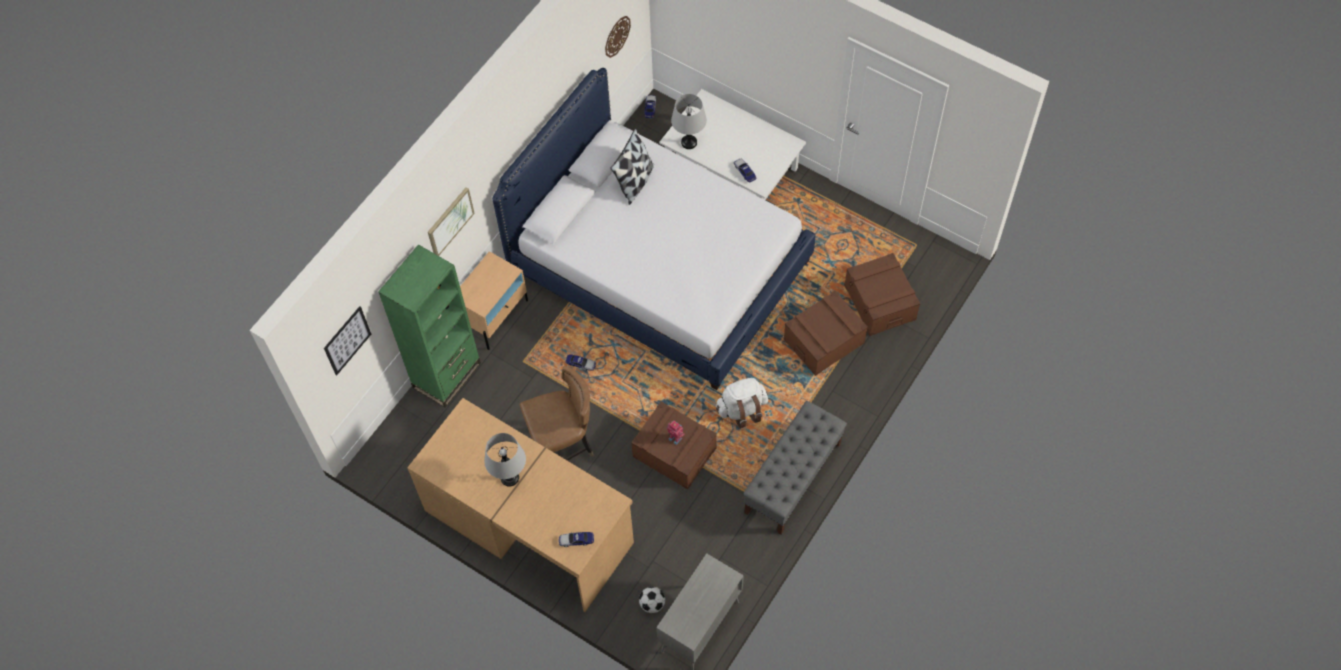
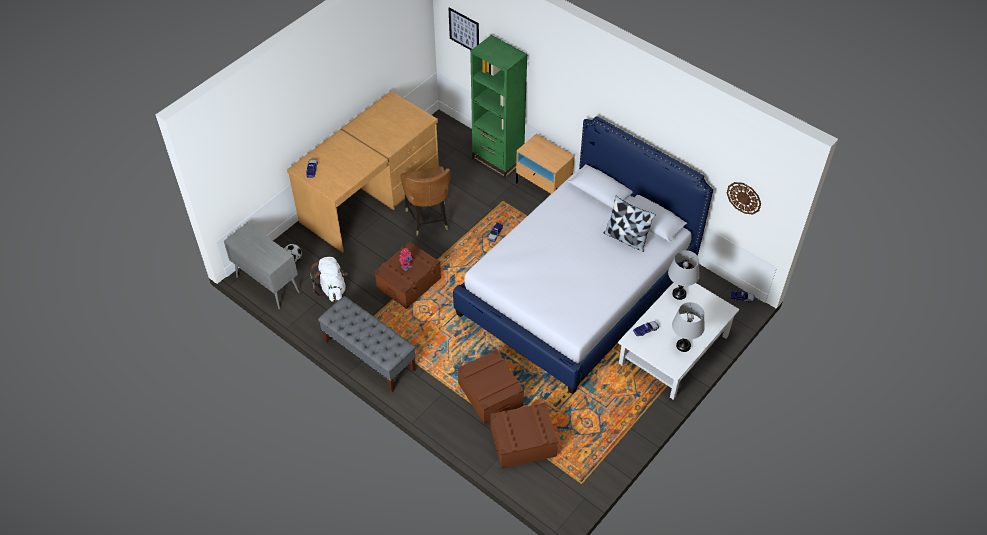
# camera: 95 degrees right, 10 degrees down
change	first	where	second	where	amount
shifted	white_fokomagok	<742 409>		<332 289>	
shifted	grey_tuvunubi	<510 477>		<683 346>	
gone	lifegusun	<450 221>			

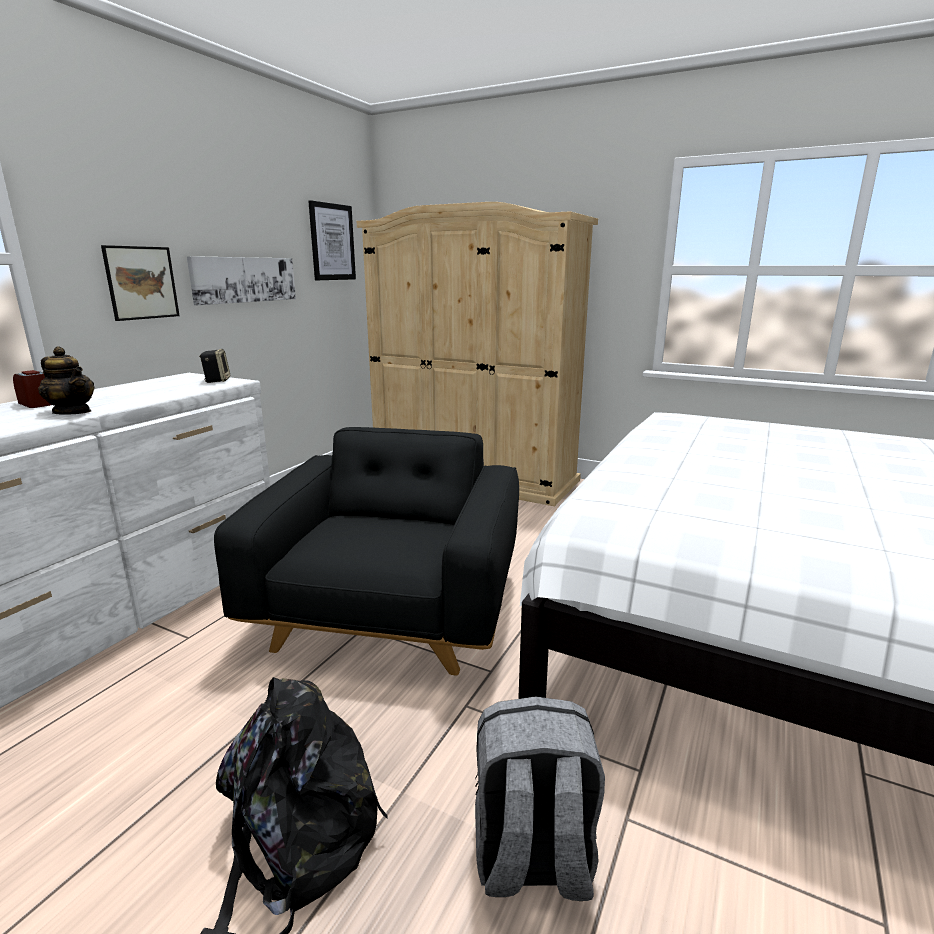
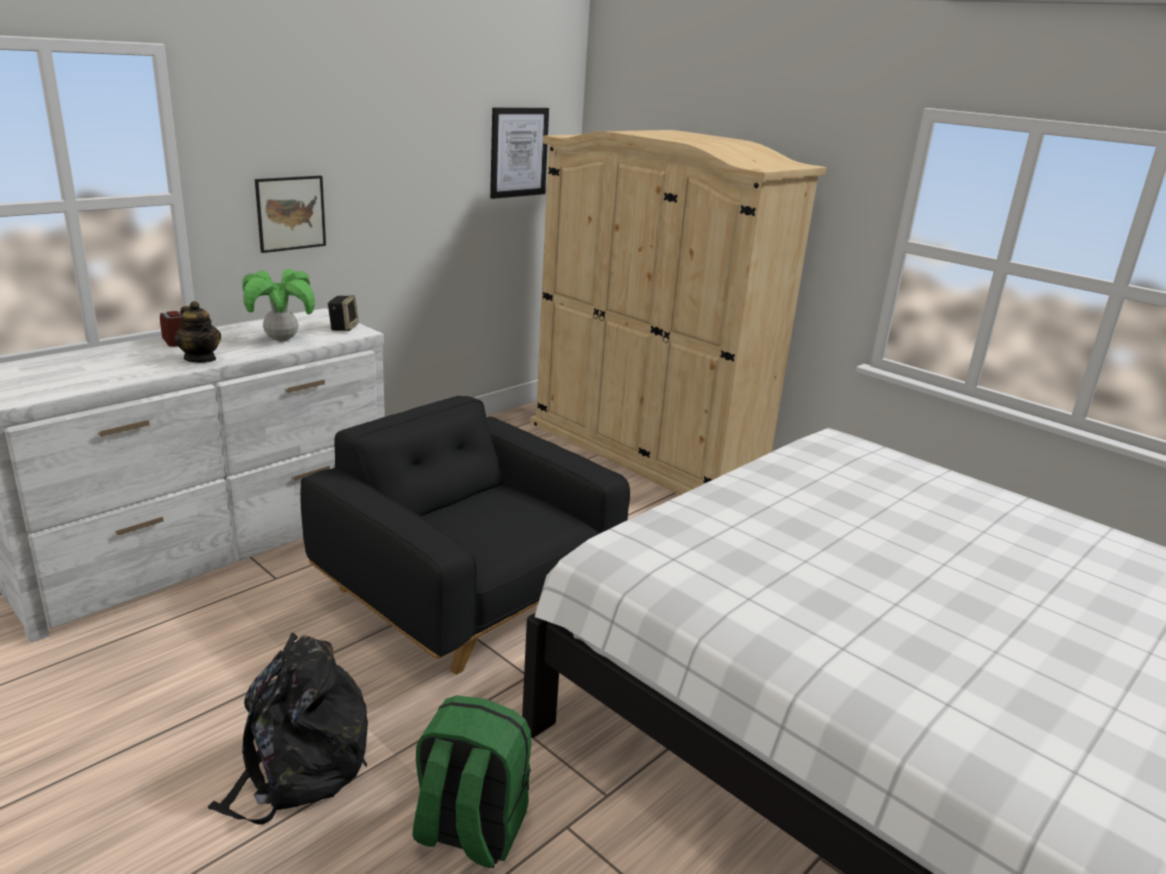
# camera: 15 degrees right, 5 degrees up
change	first	where	second	where	amount
new			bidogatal	<282 339>	
rotated	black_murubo	<390 610>		<467 593>	75 degrees counterclockwise
repainted	grey_fokomagok	<532 859>	green_fokomagok	<469 831>	
gone	lifegusun	<244 279>			

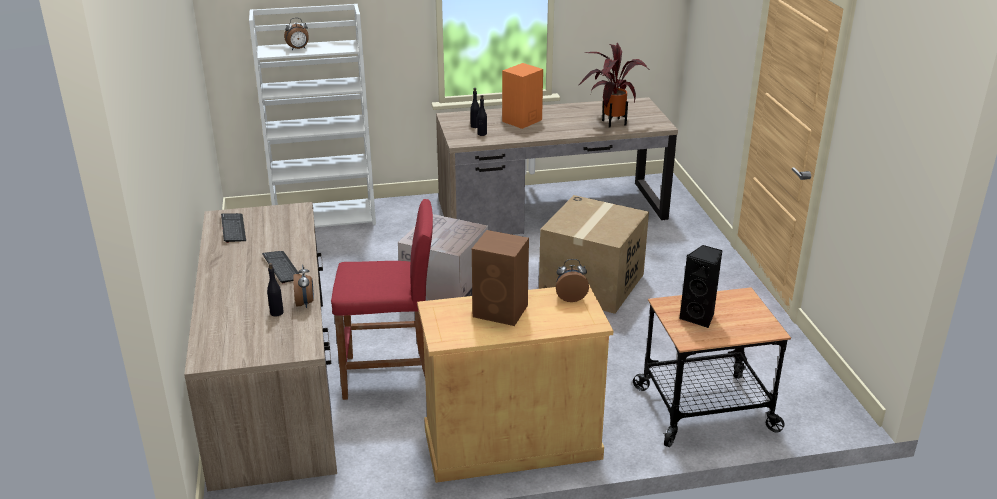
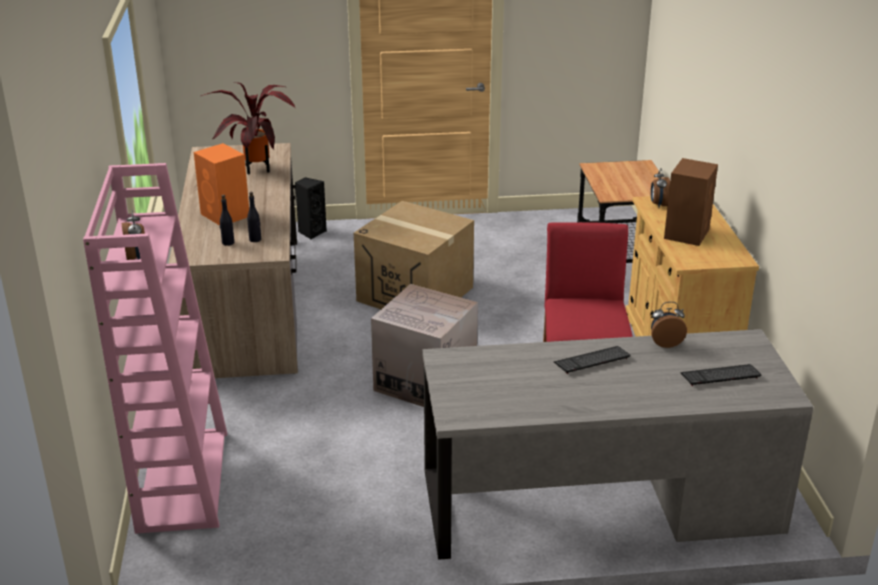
# camera: 85 degrees left, 0 degrees up
change	first	where	second	where	amount
repainted	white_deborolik	<325 216>	pink_deborolik	<182 479>	
shifted	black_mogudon	<699 317>		<311 232>	
repainted	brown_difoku	<273 385>	grey_difoku	<599 502>	
shifted	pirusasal	<233 228>		<720 376>	
gone	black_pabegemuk	<276 312>			

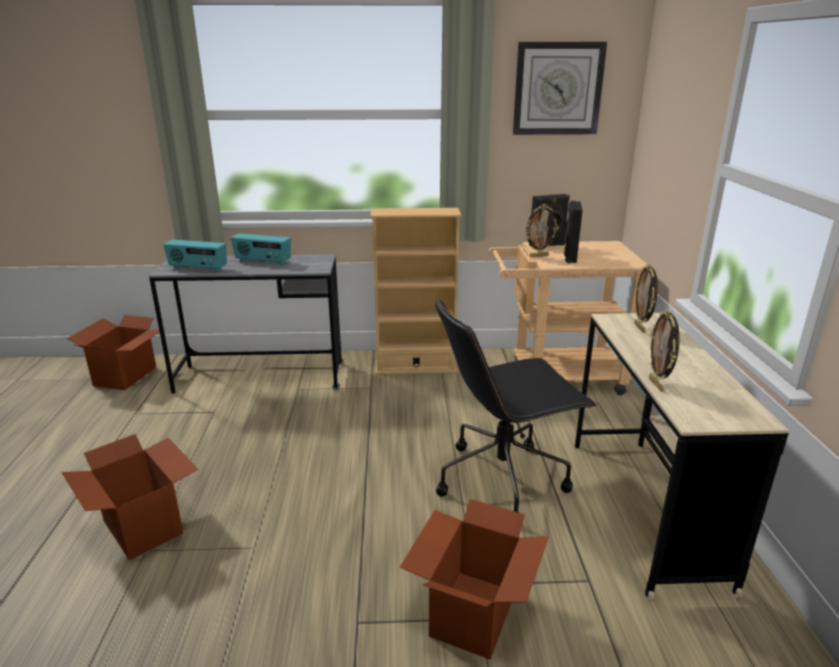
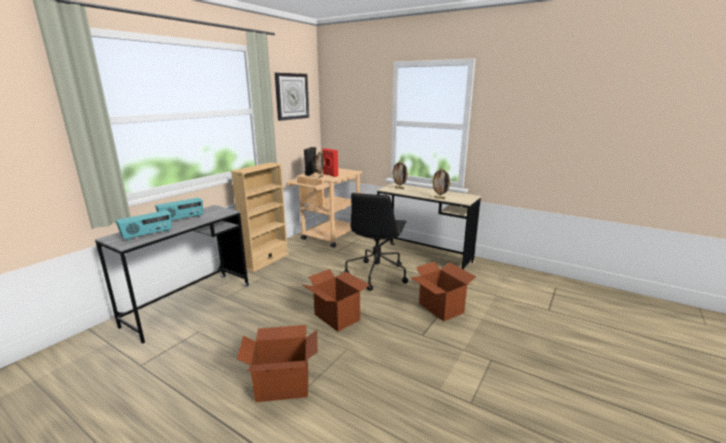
# camera: 55 degrees left, 5 degrees down
change	first	where	second	where	amount
shifted	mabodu	<126 376>		<337 317>	
repainted	black_mogudon	<569 257>	red_mogudon	<330 175>	

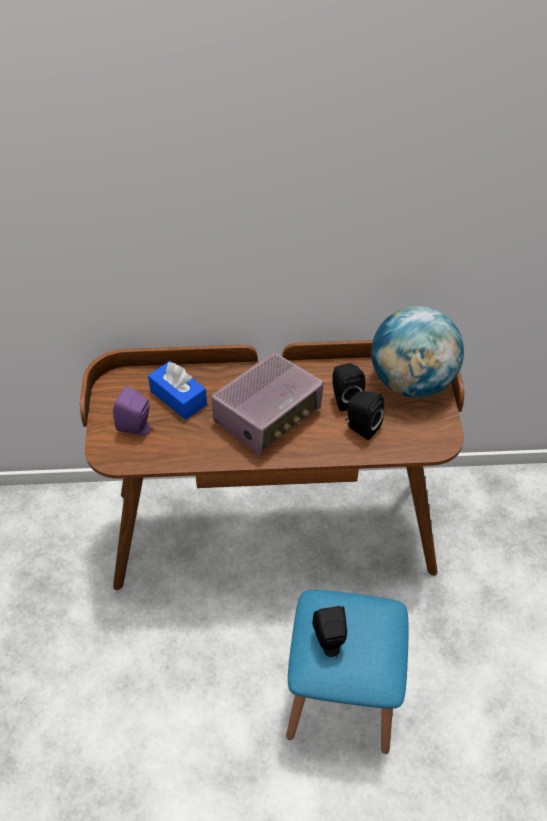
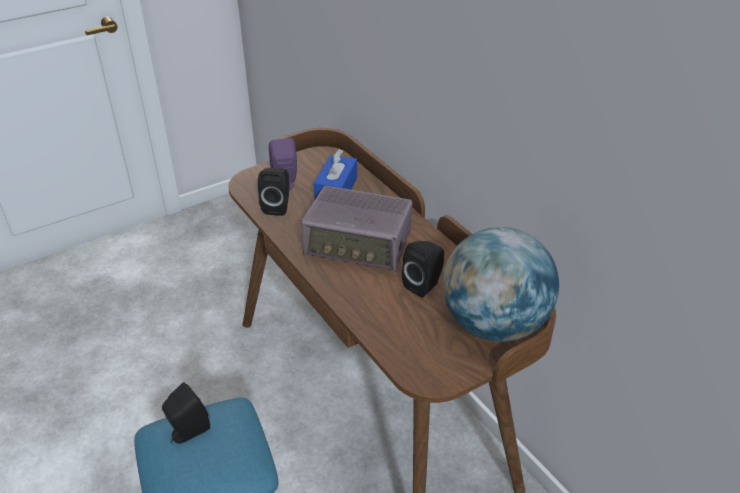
# camera: 60 degrees right, 10 degrees down
change	first	where	second	where	amount
shifted	black_mogudon	<361 428>		<277 206>	

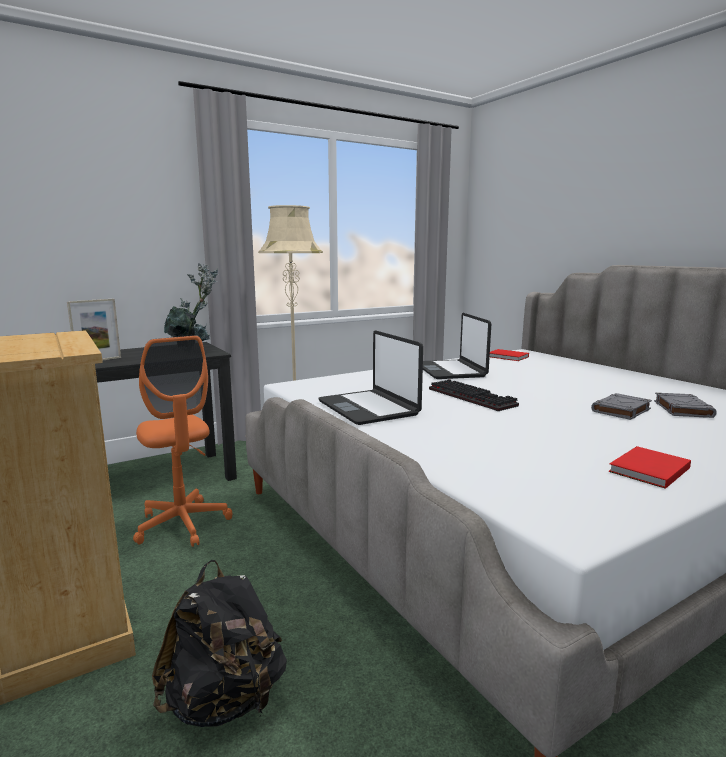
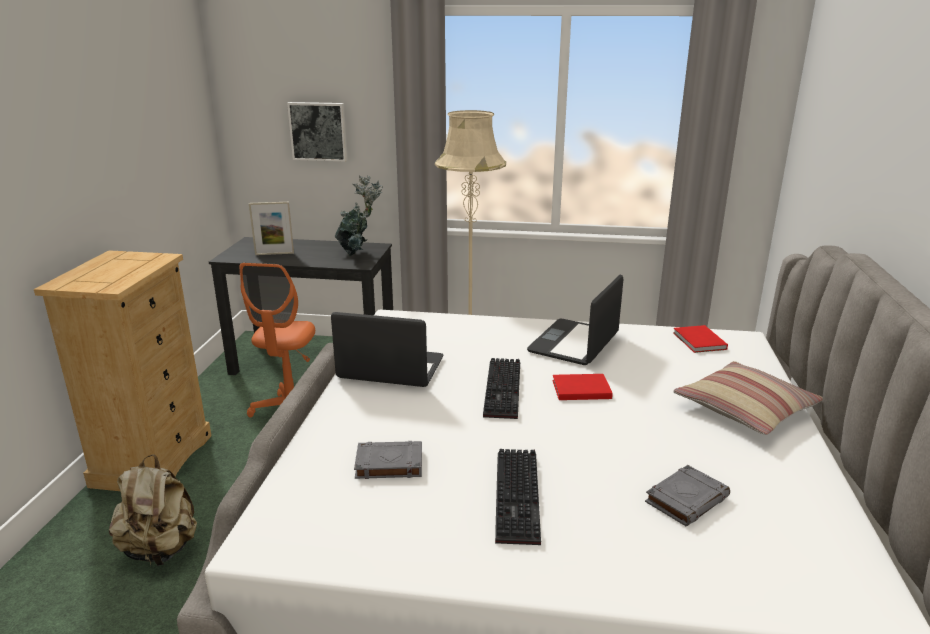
# camera: 40 degrees right, 10 degrees up
change	first	where	second	where	amount
repainted	black_fokomagok	<224 701>	beige_fokomagok	<161 549>	
new			lifegusun	<319 131>	
rotated	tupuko	<369 408>		<390 369>	90 degrees clockwise
shifted	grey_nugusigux	<621 410>		<388 464>	
new			pirusasal	<520 498>	
shifted	red_nugusigux	<647 470>		<579 389>	
new			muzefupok	<745 409>	

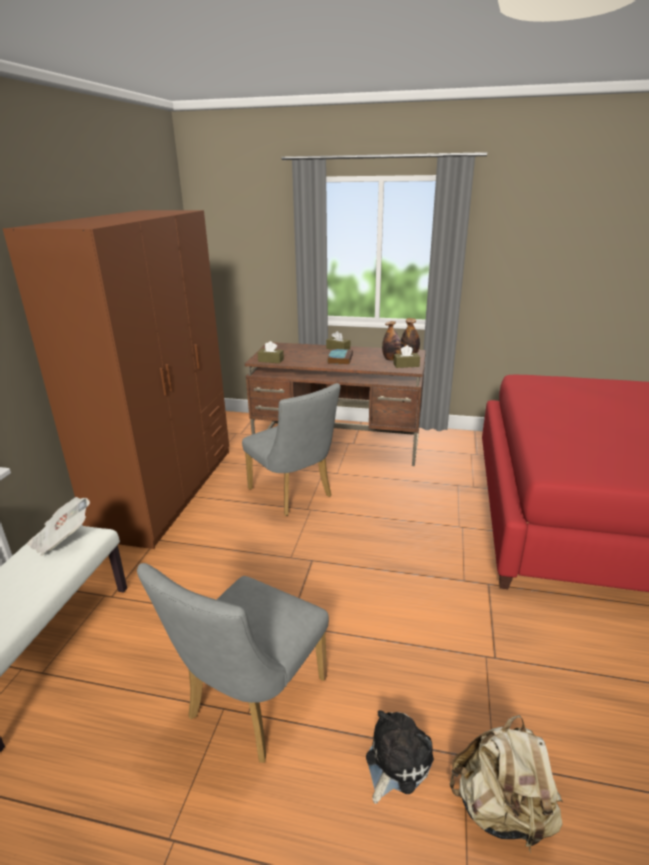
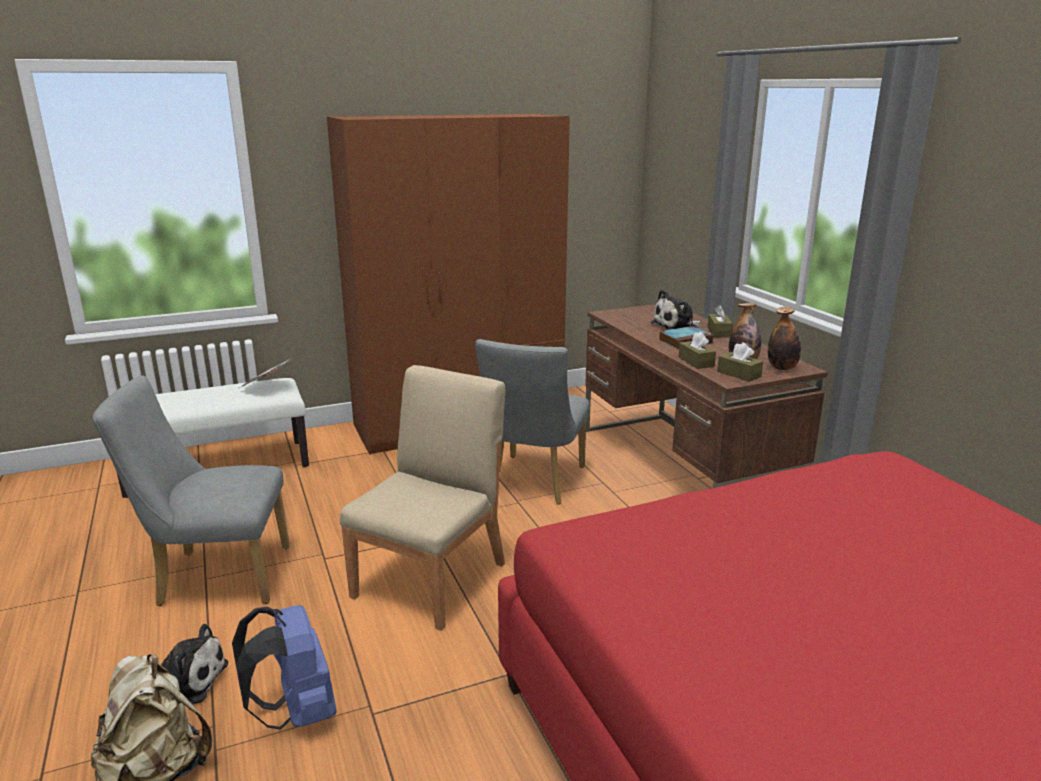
# camera: 55 degrees right, 5 degrees down
change	first	where	second	where	amount
new			blue_fokomagok	<296 712>	
new			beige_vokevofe	<432 579>	
new			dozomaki	<677 326>	
shifted	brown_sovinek	<271 360>		<696 362>	

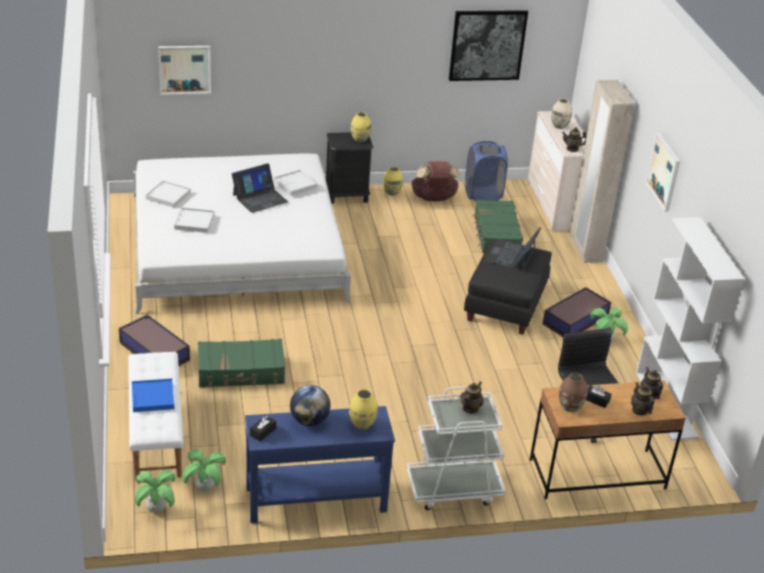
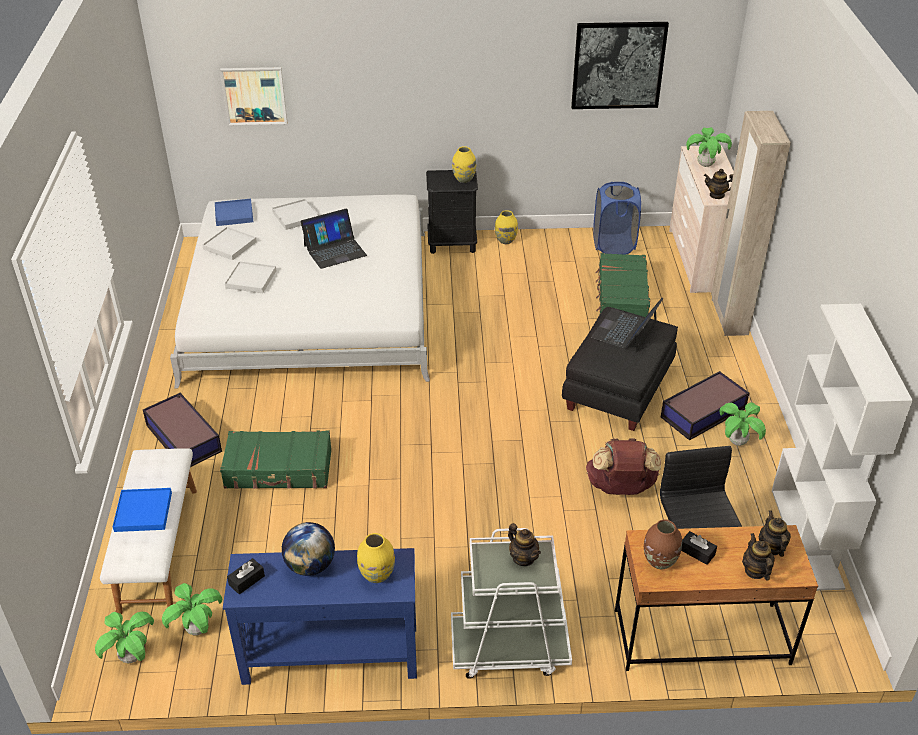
# camera: 10 degrees right, 5 degrees up
change	first	where	second	where	amount
new			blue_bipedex	<234 214>	
shifted	white_bipedex	<295 184>		<295 216>	
rotated	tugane	<470 408>		<523 558>	105 degrees clockwise
shifted	brown_fokomagok	<433 199>		<620 488>	
swapped	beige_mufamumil	<559 126>	bidogatal	<705 165>	
gone	lifegusun	<664 172>			

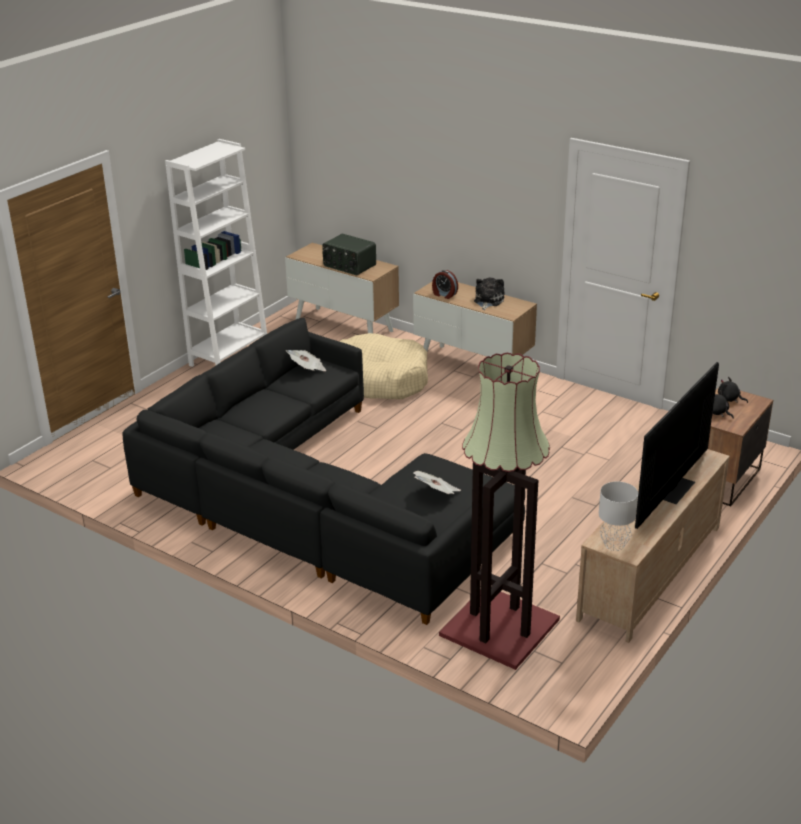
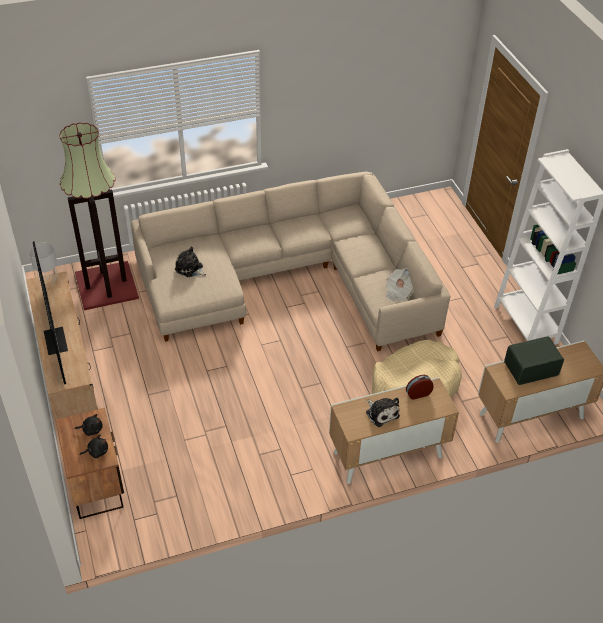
# camera: 125 degrees right, 15 degrees up
change	first	where	second	where	amount
repainted	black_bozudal	<315 501>	beige_bozudal	<290 278>	
swapped	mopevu	<437 493>	dozomaki	<190 269>	

